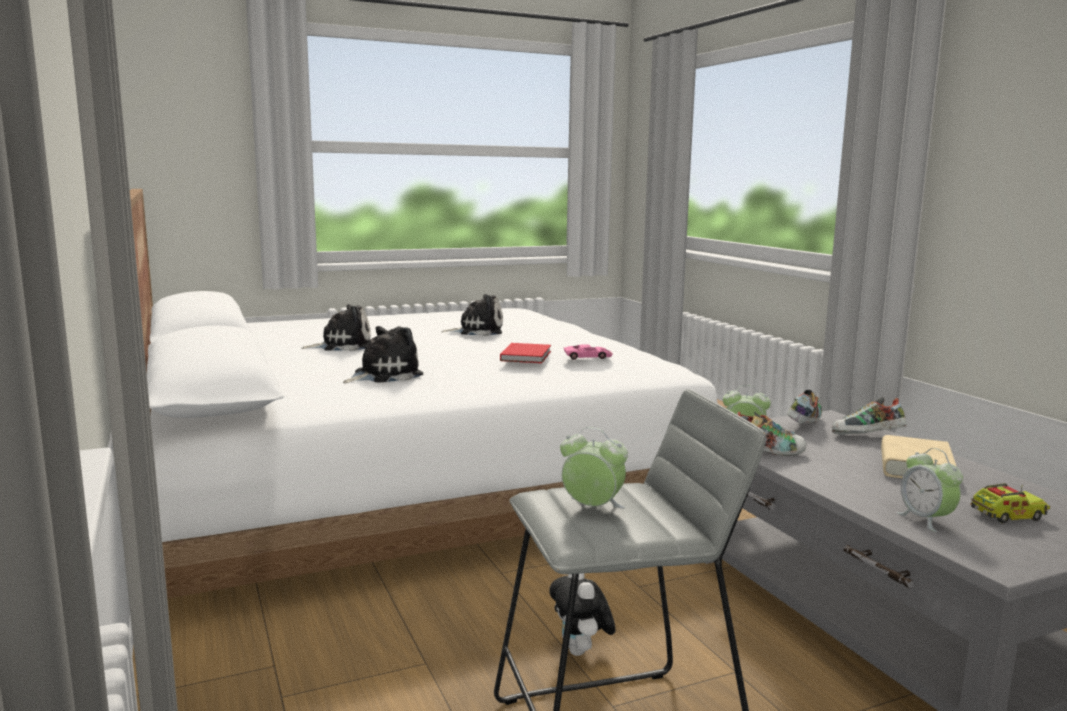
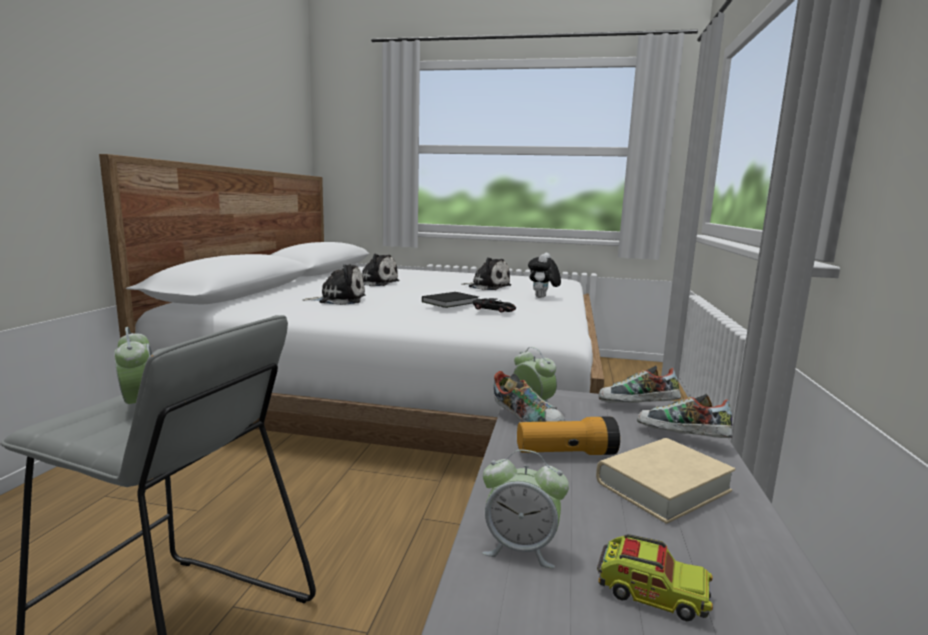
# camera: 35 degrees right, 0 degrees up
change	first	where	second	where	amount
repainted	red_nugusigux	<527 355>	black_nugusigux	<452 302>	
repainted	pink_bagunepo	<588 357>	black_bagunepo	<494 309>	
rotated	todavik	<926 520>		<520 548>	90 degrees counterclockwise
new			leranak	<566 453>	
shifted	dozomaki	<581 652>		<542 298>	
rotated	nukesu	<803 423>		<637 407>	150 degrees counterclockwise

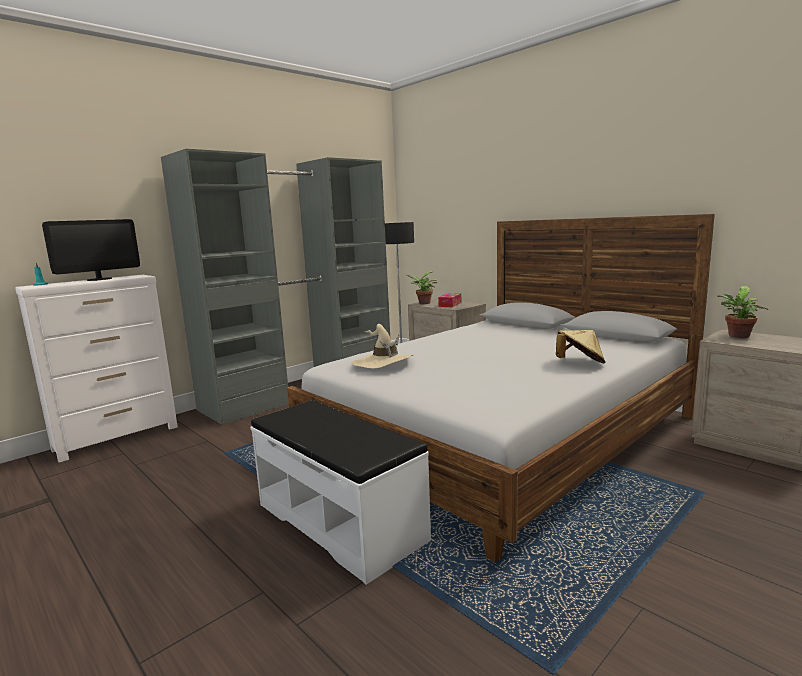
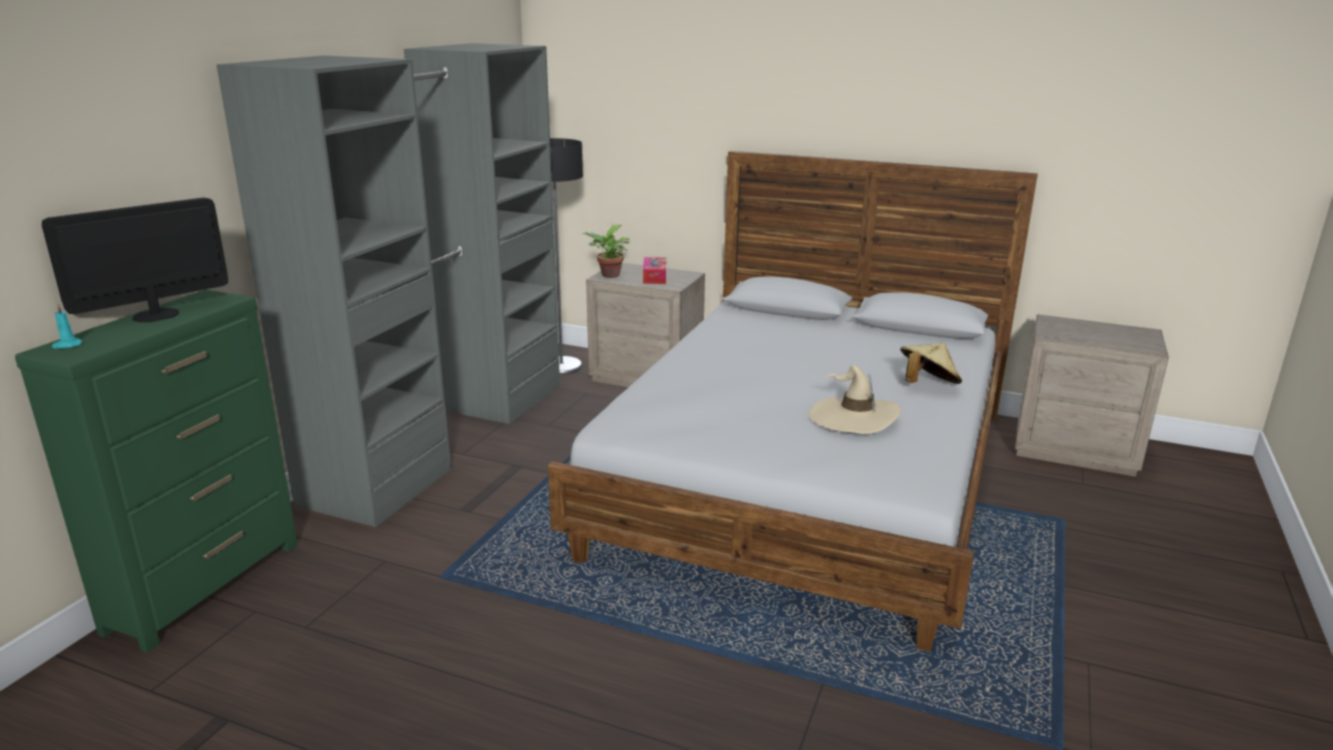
# camera: 25 degrees left, 10 degrees up
change	first	where	second	where	amount
repainted	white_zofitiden	<118 438>	green_zofitiden	<207 585>	
rotated	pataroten	<99 279>		<156 315>	150 degrees counterclockwise
shifted	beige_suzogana	<382 363>		<853 418>	
gone	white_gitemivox	<340 521>			
gone	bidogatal	<738 336>			

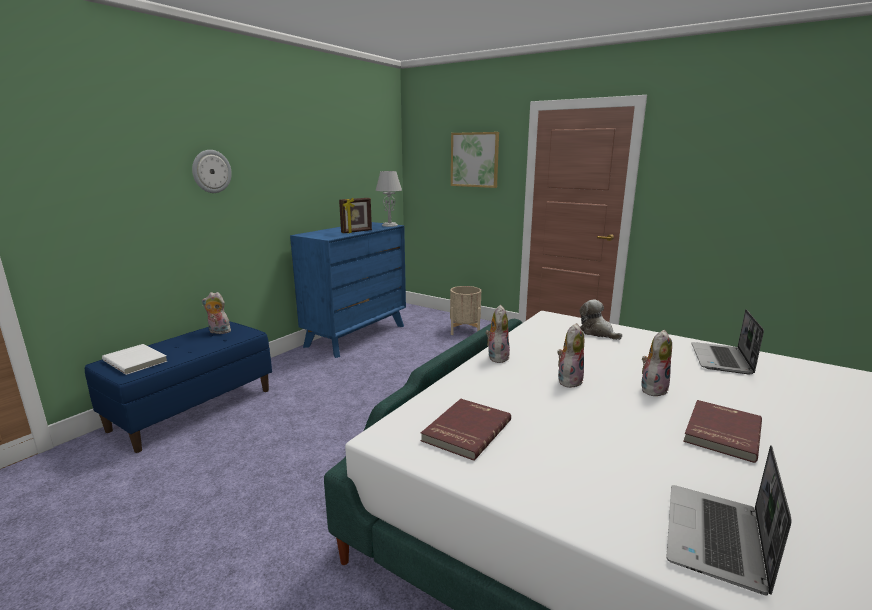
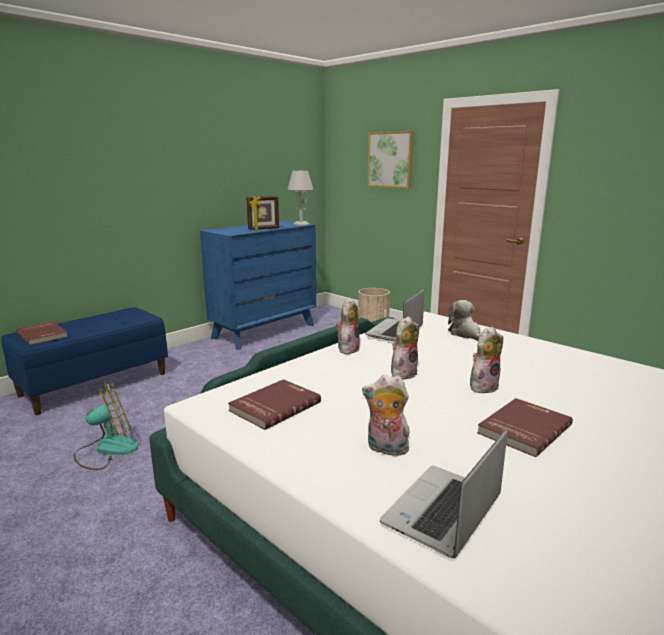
# camera: 10 degrees right, 0 degrees up
change	first	where	second	where	amount
repainted	white_nugusigux	<136 361>	red_nugusigux	<43 335>	
new			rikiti	<106 450>	
shifted	dozomaki	<218 332>		<386 449>	
shifted	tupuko	<722 360>		<395 332>	
gone	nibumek	<211 171>			

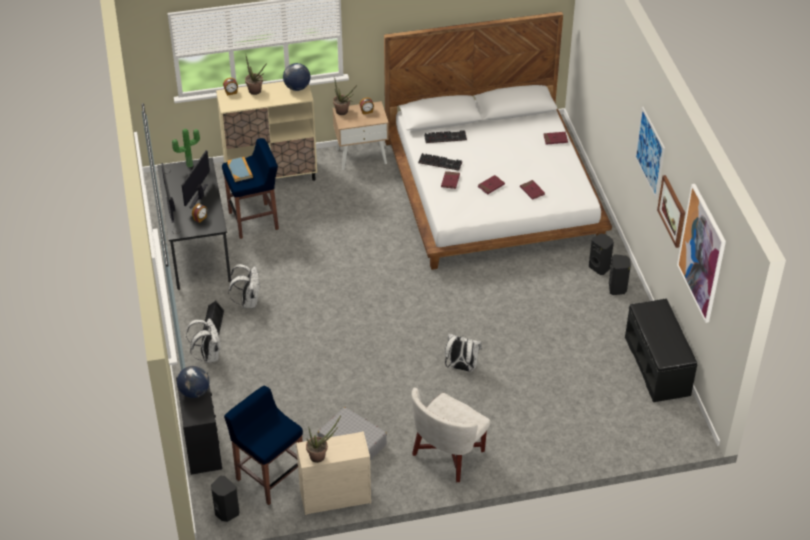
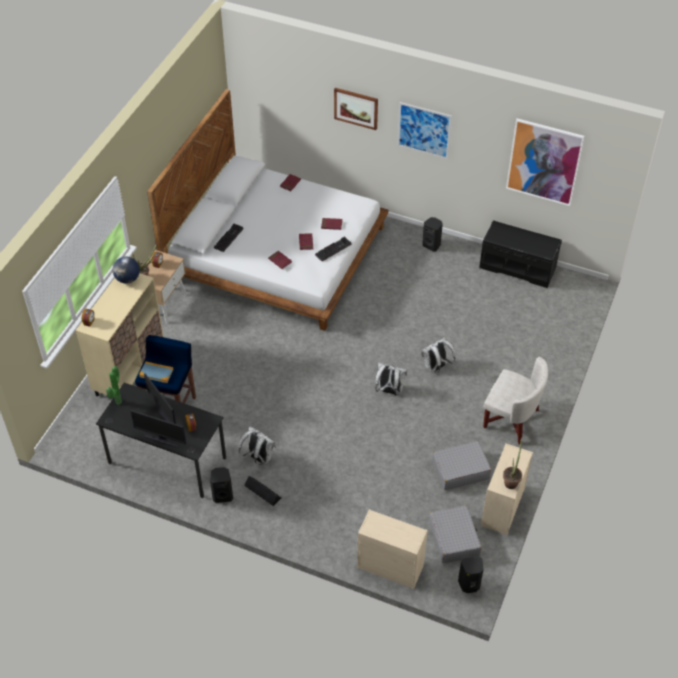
# camera: 55 degrees left, 5 degrees up
change	first	where	second	where	amount
shifted	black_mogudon	<600 267>		<223 495>	
shifted	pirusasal	<441 162>		<333 249>	
shifted	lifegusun	<672 211>		<356 108>	
repainted	black_zofitiden	<202 446>	beige_zofitiden	<389 566>	
shifted	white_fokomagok	<208 356>		<389 391>	
swapped	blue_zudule	<269 477>	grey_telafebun	<454 538>	
rotated	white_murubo	<448 454>		<511 419>	45 degrees counterclockwise
gone	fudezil	<194 392>			
gone	bidogatal	<256 92>			

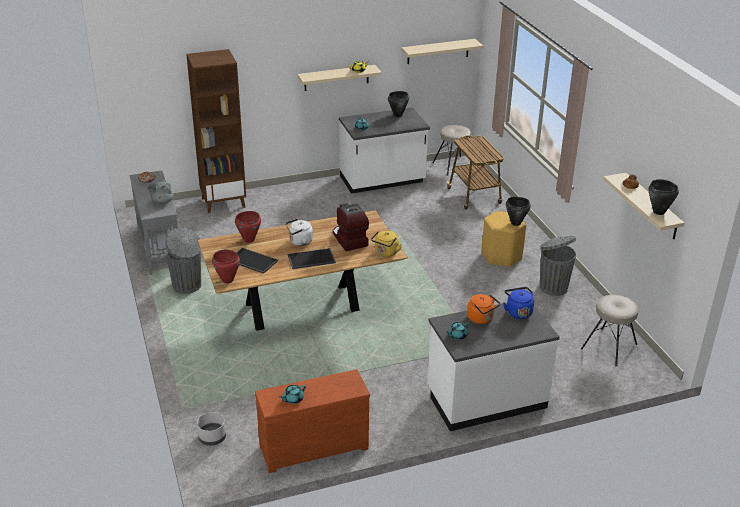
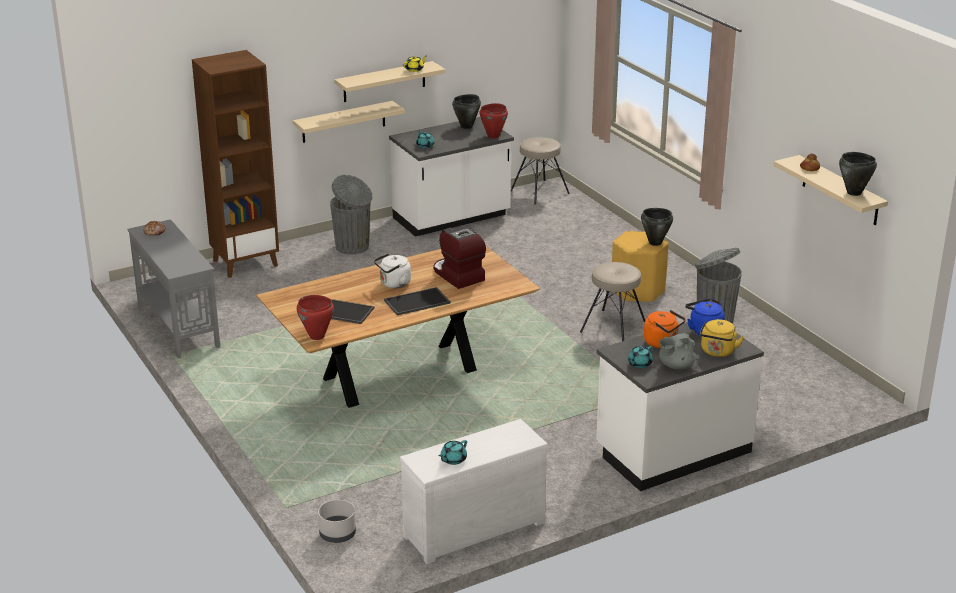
# camera: 10 degrees left, 5 degrees down
change	first	where	second	where	amount
shifted	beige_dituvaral	<438 51>		<343 122>	
shifted	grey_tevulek	<187 286>		<353 247>	
repainted	brown_zofitiden	<313 445>	white_zofitiden	<472 527>	
shifted	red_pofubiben	<248 240>		<493 136>	
shifted	beige_zudule	<609 346>		<613 326>	
shifted	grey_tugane	<162 201>		<675 366>	
shifted	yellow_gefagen	<386 253>		<717 352>	
gone	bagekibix	<474 196>			

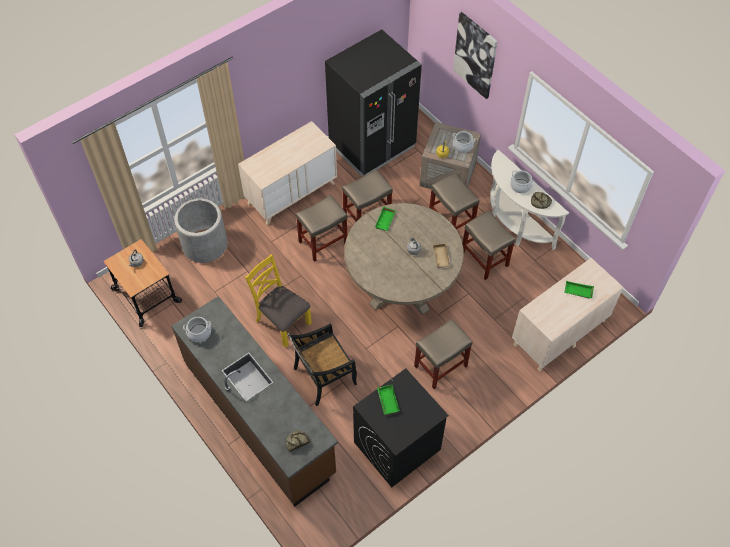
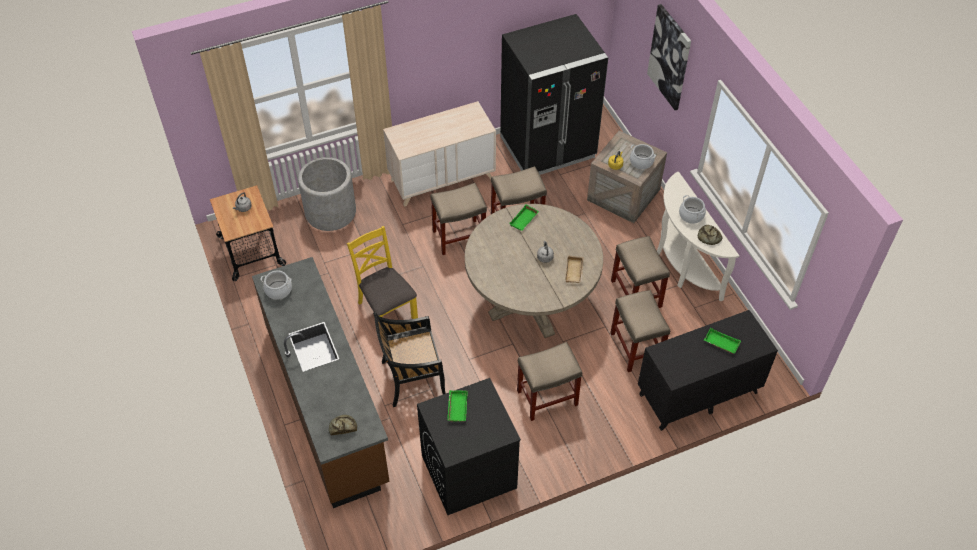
# camera: 15 degrees right, 5 degrees down
change	first	where	second	where	amount
shifted	beige_zudule	<451 221>		<636 348>	
repainted	beige_zofitiden	<559 332>	black_zofitiden	<697 393>	

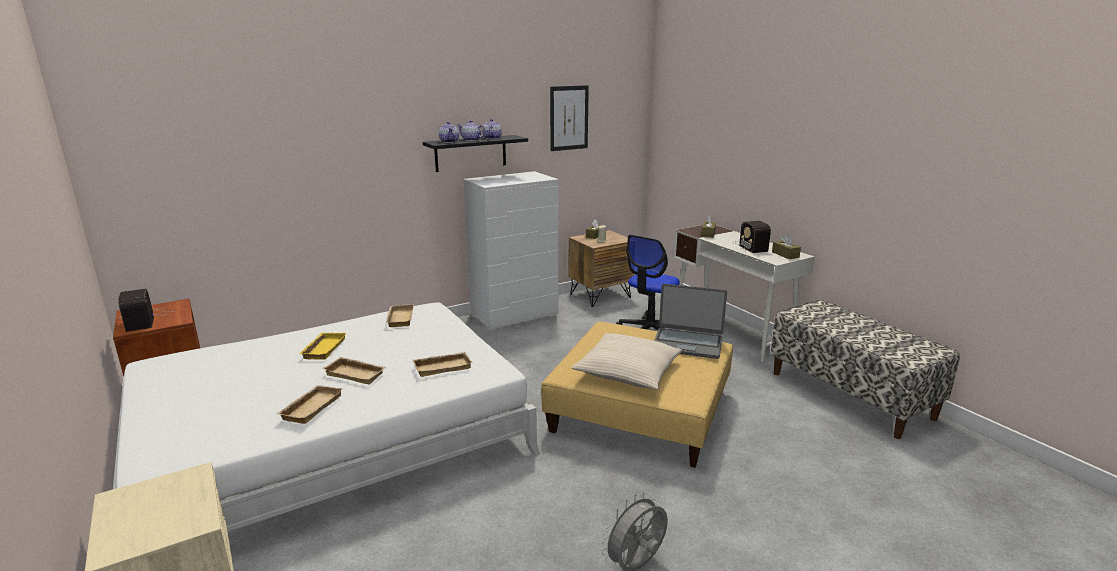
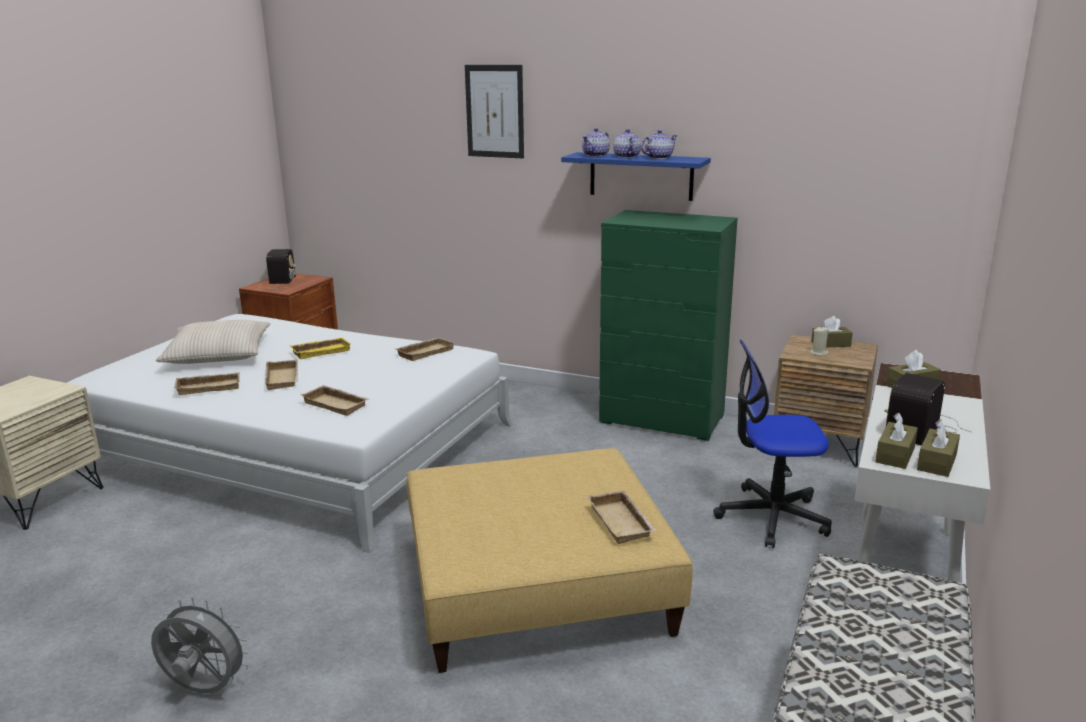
# camera: 55 degrees right, 0 degrees up
change	first	where	second	where	amount
shifted	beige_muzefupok	<628 371>		<218 354>	
rotated	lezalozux	<144 319>		<277 283>	150 degrees clockwise
shifted	lifegusun	<569 118>		<495 111>	
repainted	black_dituvaral	<470 153>	blue_dituvaral	<641 176>	
swapped	tupuko	<687 343>	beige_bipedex	<623 522>	
repainted	white_zofitiden	<515 315>	green_zofitiden	<662 419>	
new			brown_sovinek	<895 455>	

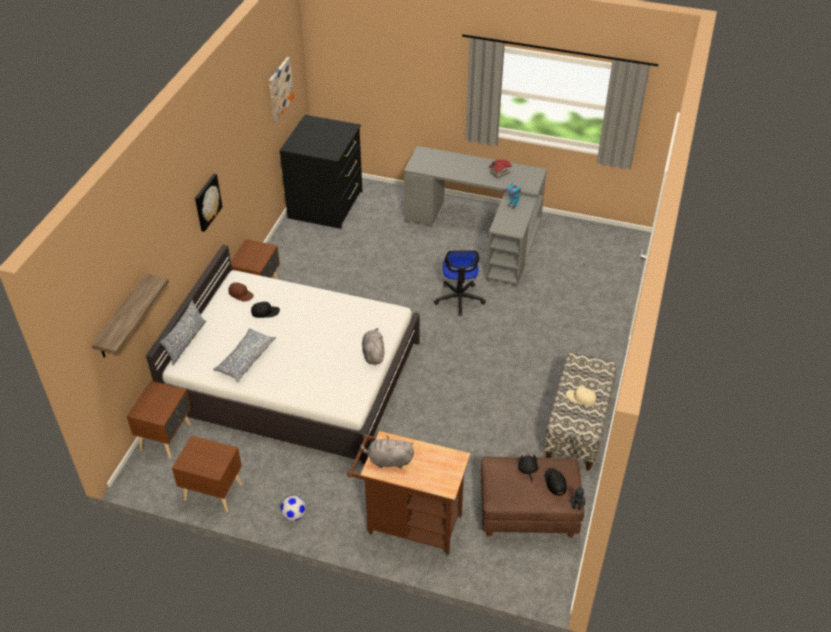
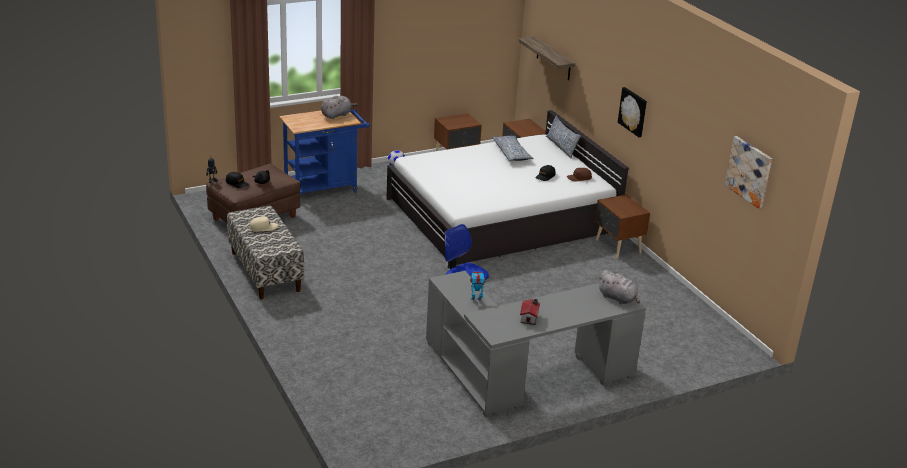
# camera: 135 degrees right, 15 degrees down
change	first	where	second	where	amount
repainted	brown_bagekibix	<409 524>	blue_bagekibix	<325 188>	
shifted	grey_dozomaki	<373 354>		<618 298>	
gone	black_zofitiden	<326 205>			

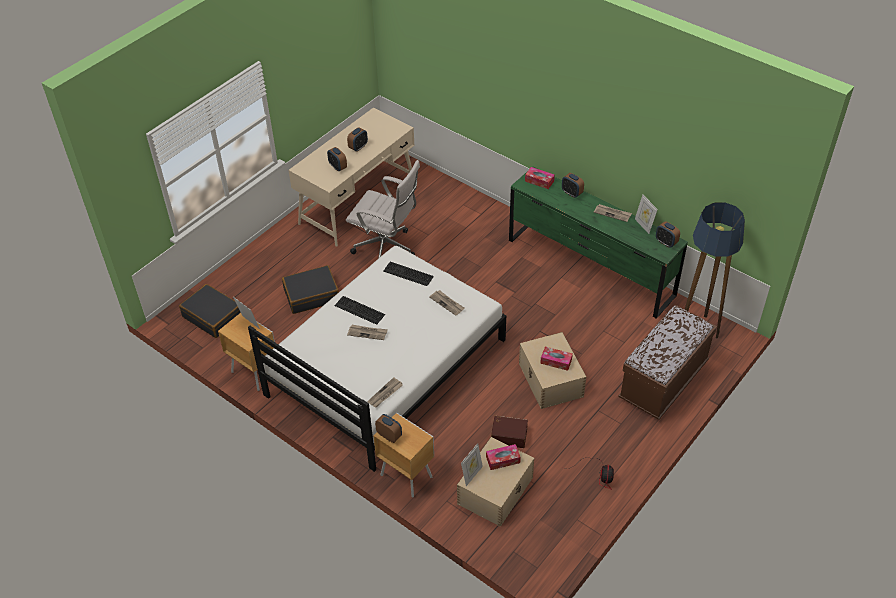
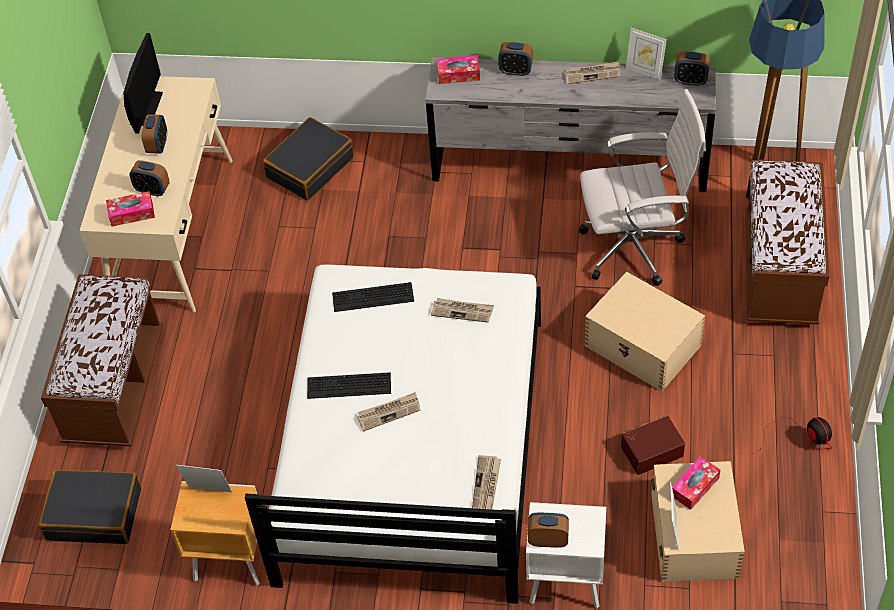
# camera: 30 degrees left, 5 degrees up
change	first	where	second	where	amount
new			brown_gitemivox	<115 388>	
shifted	sovinek	<556 361>		<132 213>	
new			pataroten	<146 108>	
shifted	black_telafebun	<311 295>		<309 167>	
repainted	green_zofitiden	<590 267>	grey_zofitiden	<569 165>	
repainted	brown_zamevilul	<406 475>	white_zamevilul	<563 583>	
shifted	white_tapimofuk	<387 249>		<636 248>	

